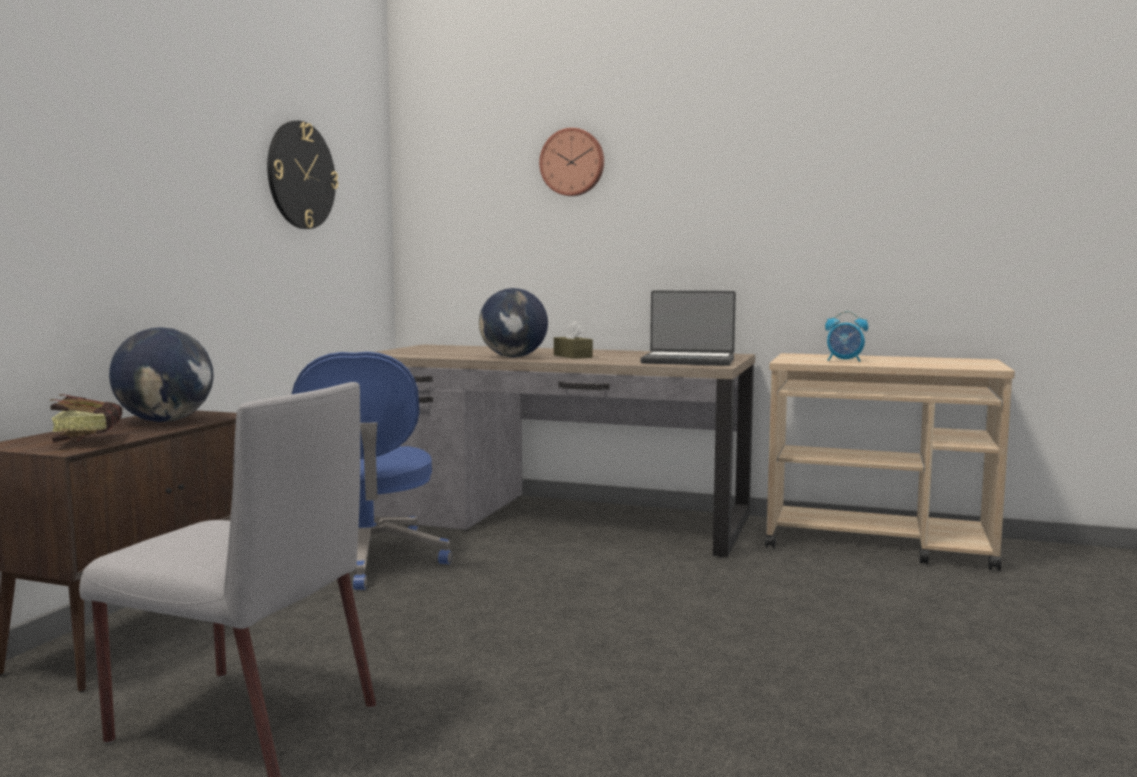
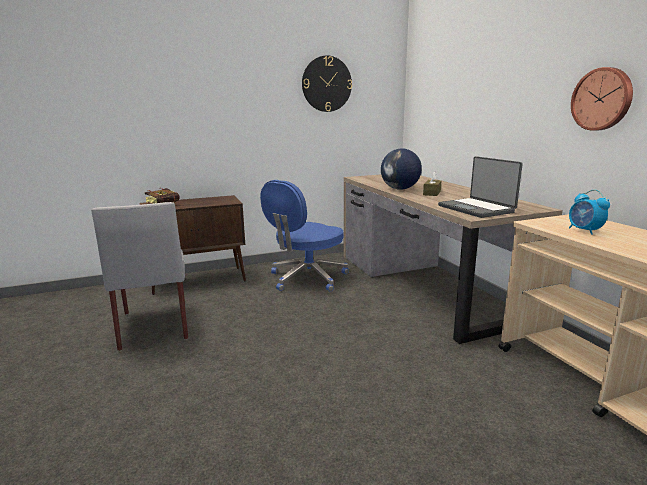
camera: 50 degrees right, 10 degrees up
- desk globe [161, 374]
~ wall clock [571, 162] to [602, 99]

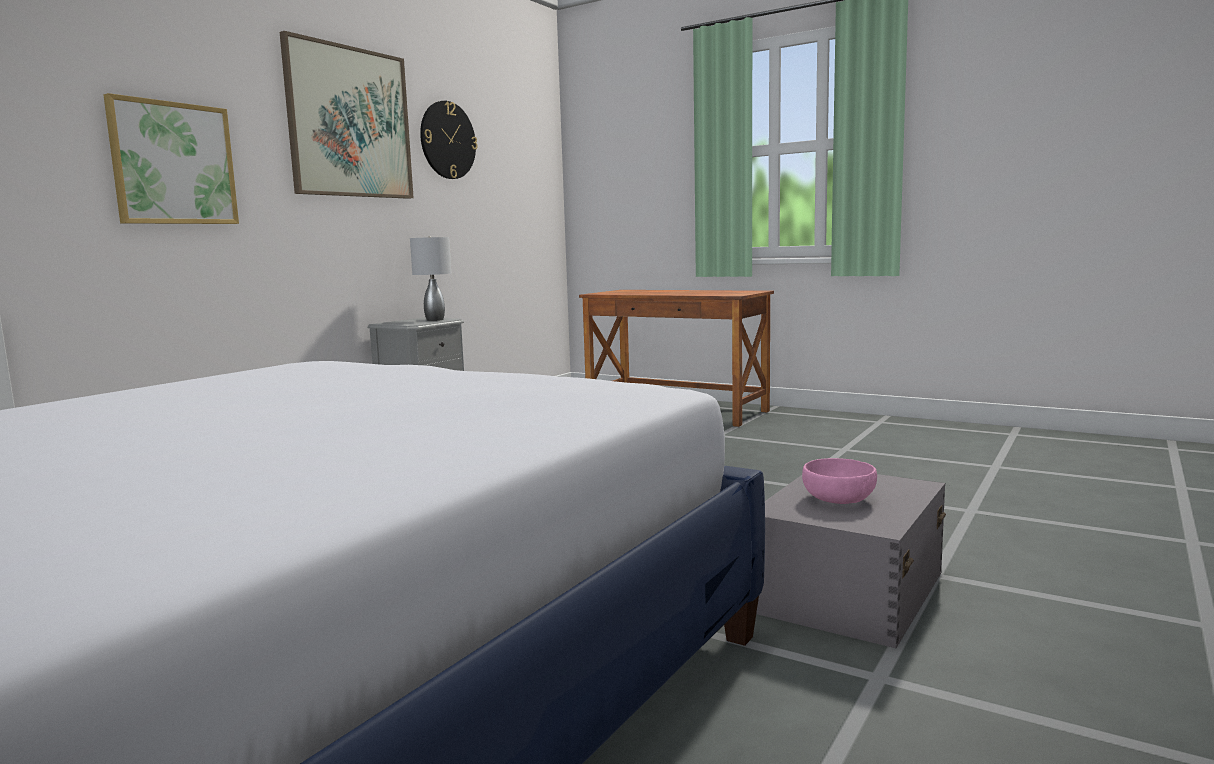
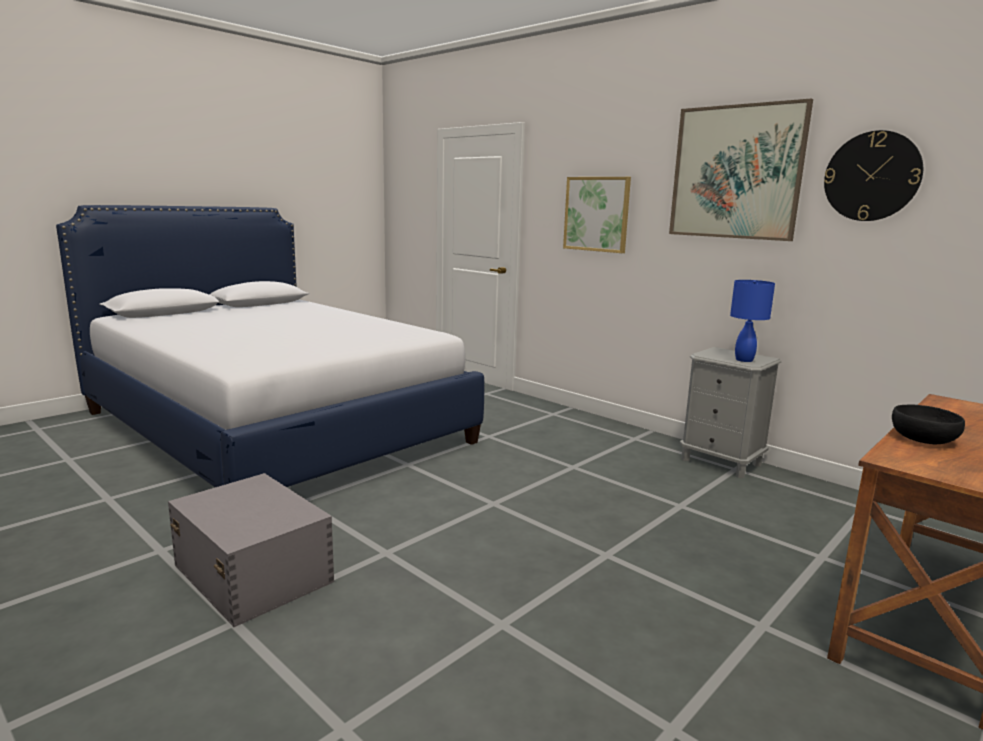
camera: 100 degrees right, 5 degrees up
~ greyish tabletop lamp [431, 278] to blue tabletop lamp [752, 321]
- pink serving bowl [839, 481]
+ blackish serving bowl [928, 424]

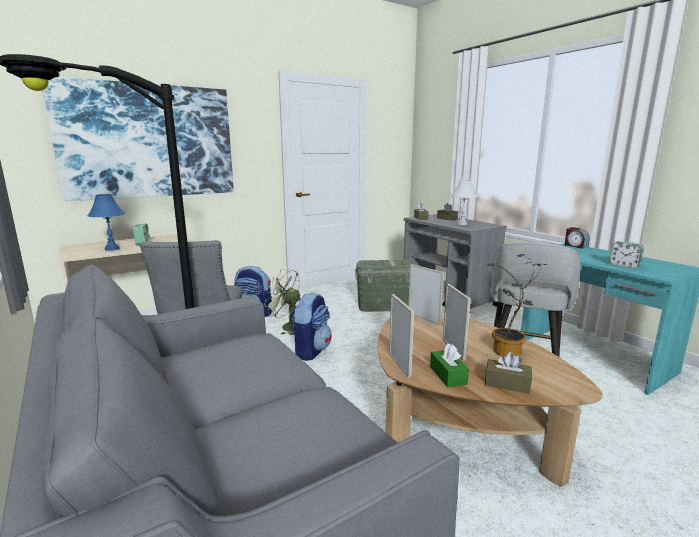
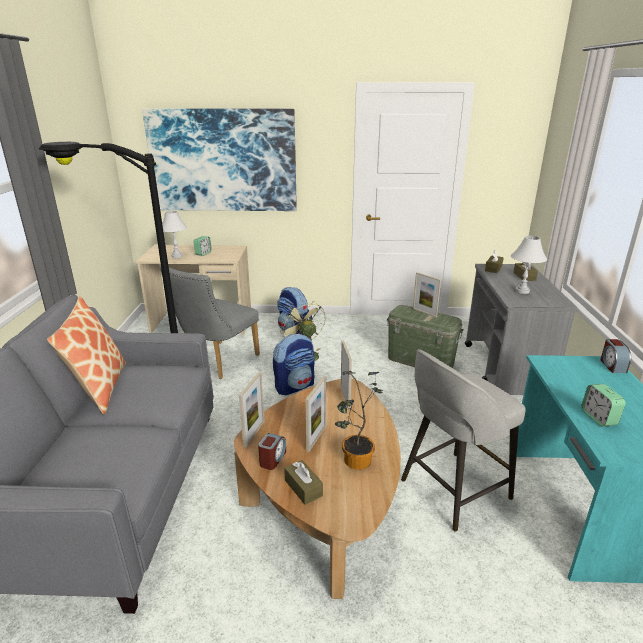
camera: 35 degrees right, 10 degrees up
~ blue tabletop lamp [107, 222] to white-coloured tabletop lamp [174, 234]
~ green-coloured tissue box [449, 365] to alarm clock [272, 451]
+ cushion [86, 355]
+ photo frame [427, 294]

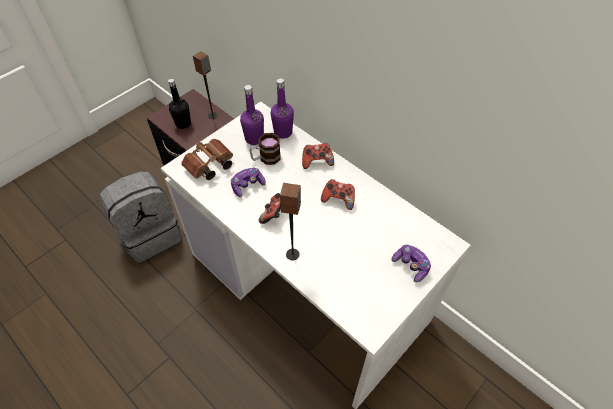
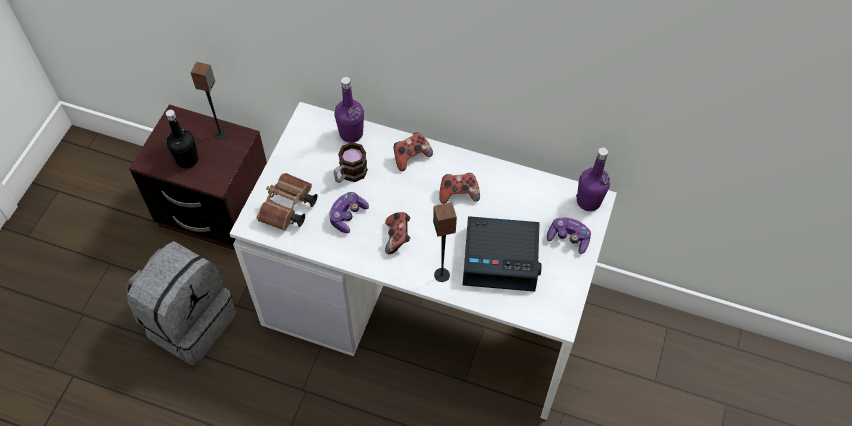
camera: 25 degrees left, 5 degrees up
~ purplish bottle [252, 115] to [593, 179]
+ alarm clock [502, 254]

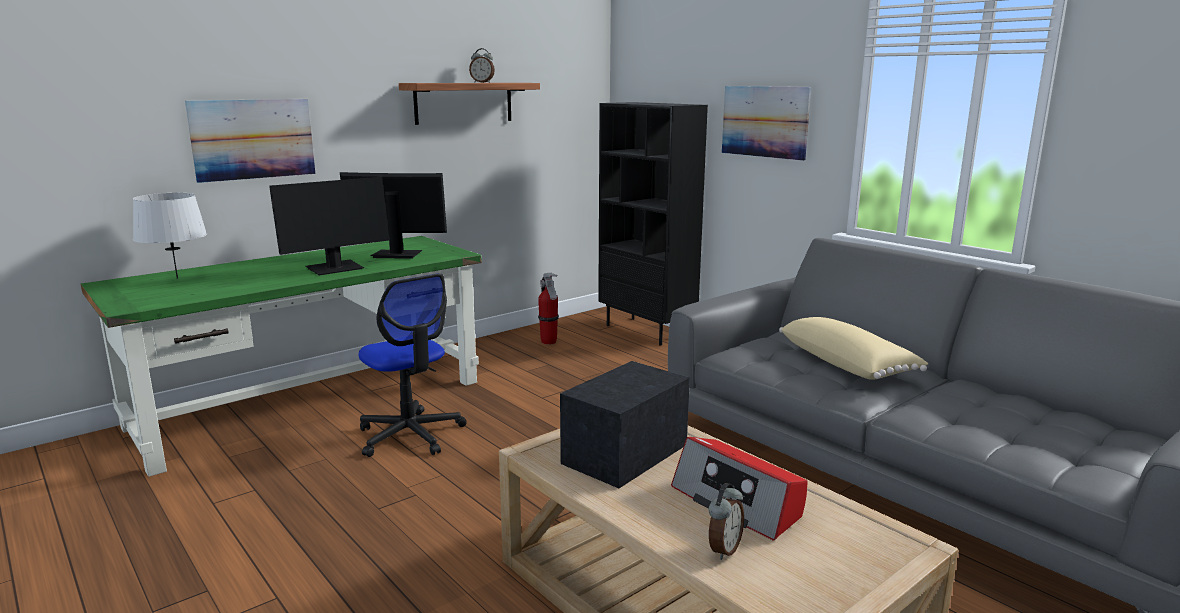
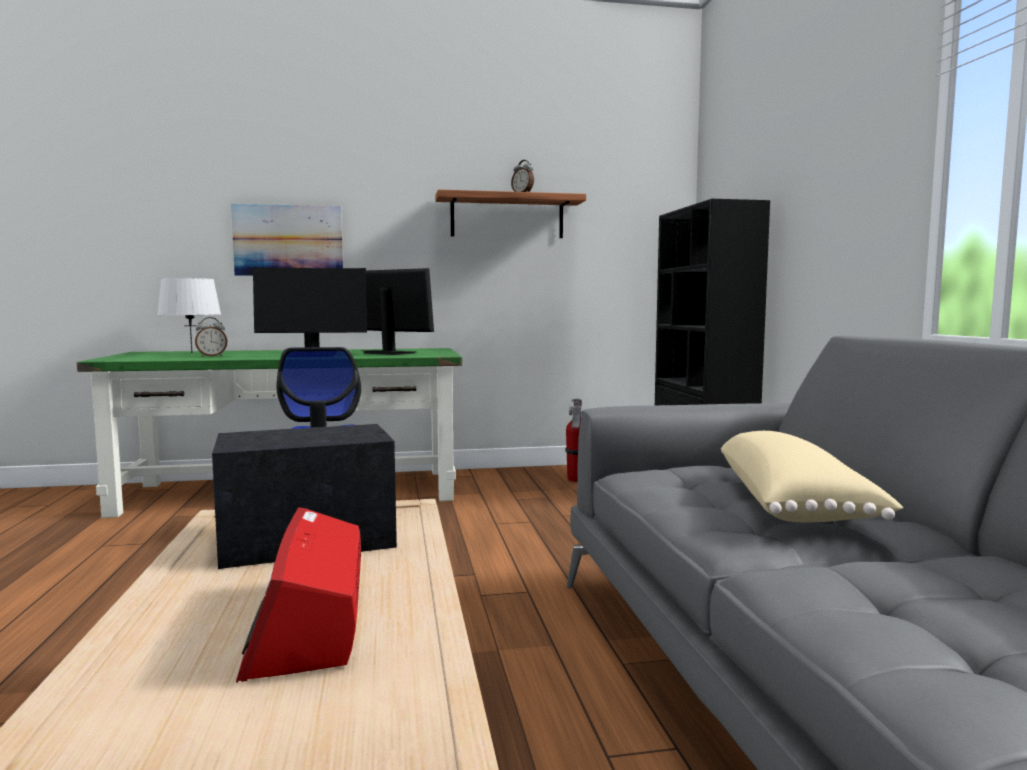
camera: 30 degrees right, 10 degrees down
~ alarm clock [726, 521] to [211, 337]
- wall picture [766, 123]

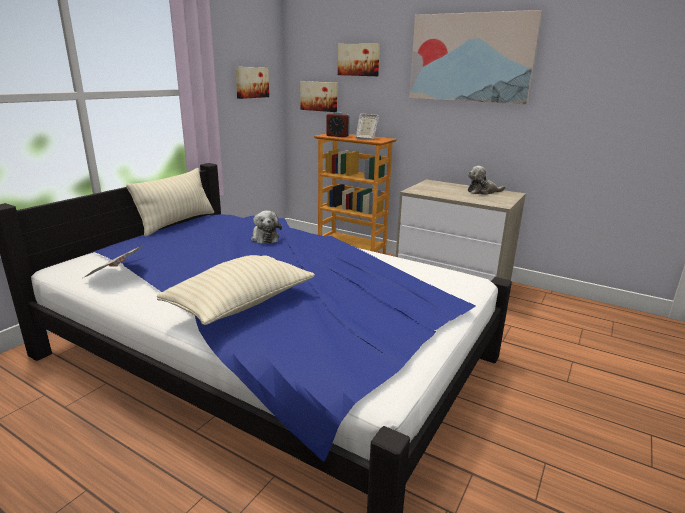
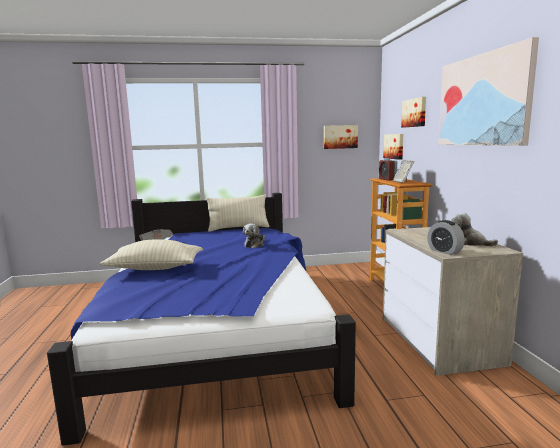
camera: 50 degrees right, 10 degrees down
+ alarm clock [446, 237]

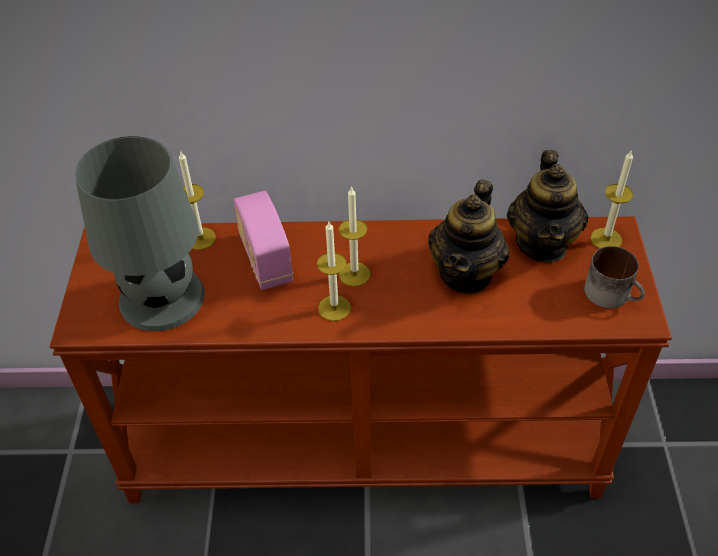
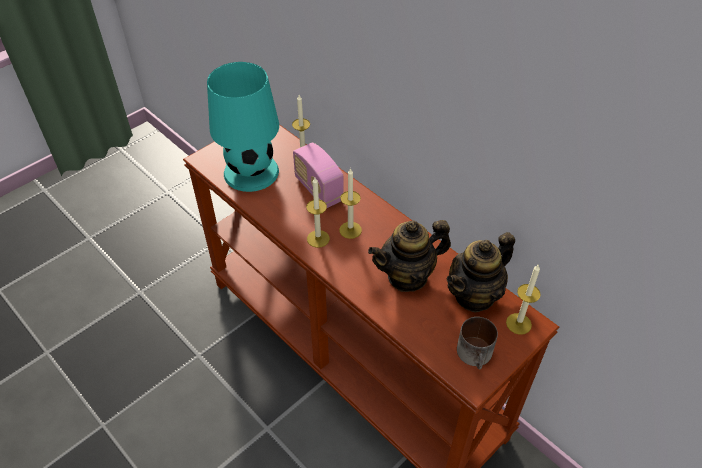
camera: 45 degrees right, 0 degrees up
~ greyish tabletop lamp [140, 233] to turquoise-coloured tabletop lamp [243, 127]
~ radio [263, 240] = [318, 175] 60 degrees counterclockwise

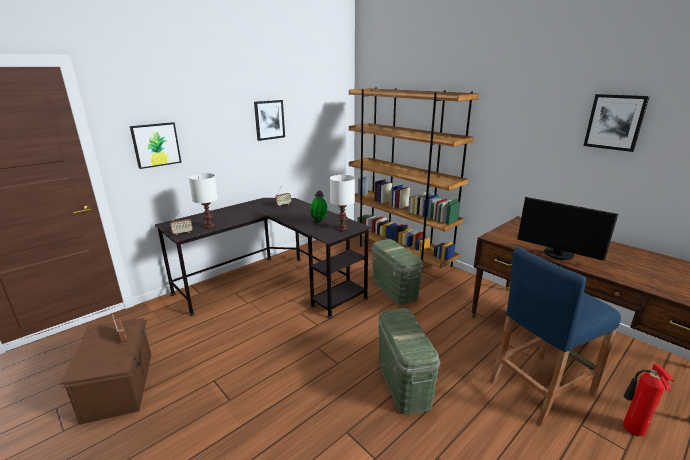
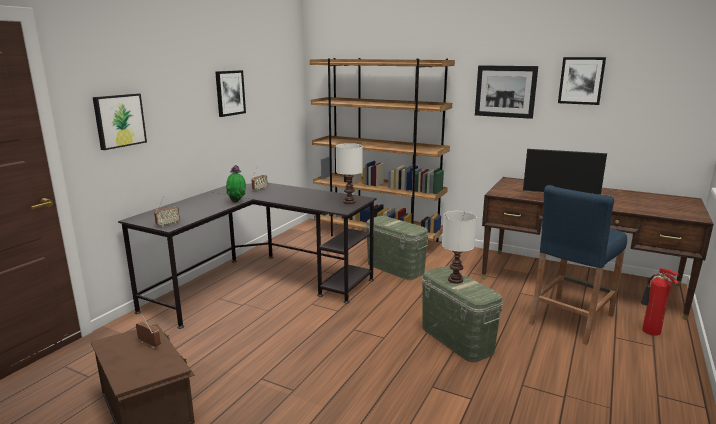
camera: 20 degrees left, 5 degrees down
~ white-coloured tabletop lamp [203, 200] to [459, 247]
~ houseplant [318, 206] to [236, 184]
+ wall picture [506, 92]

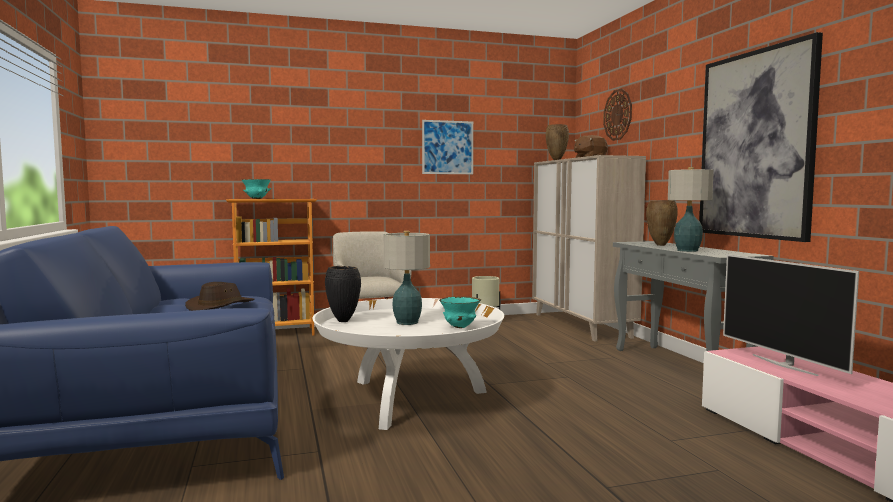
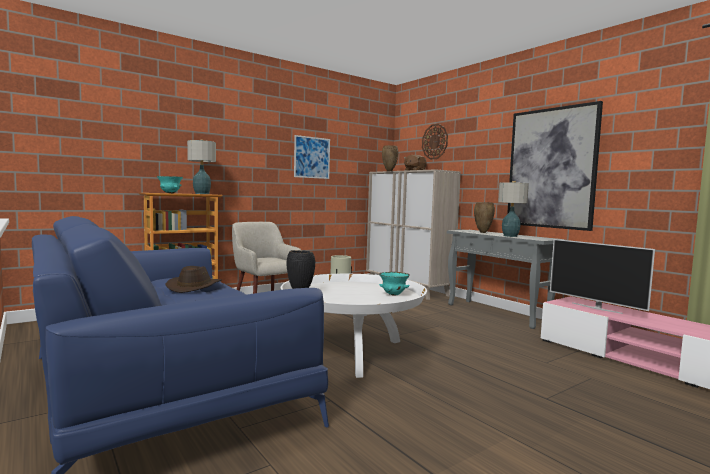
camera: 20 degrees left, 0 degrees up
~ tabletop lamp [407, 278] to [201, 167]

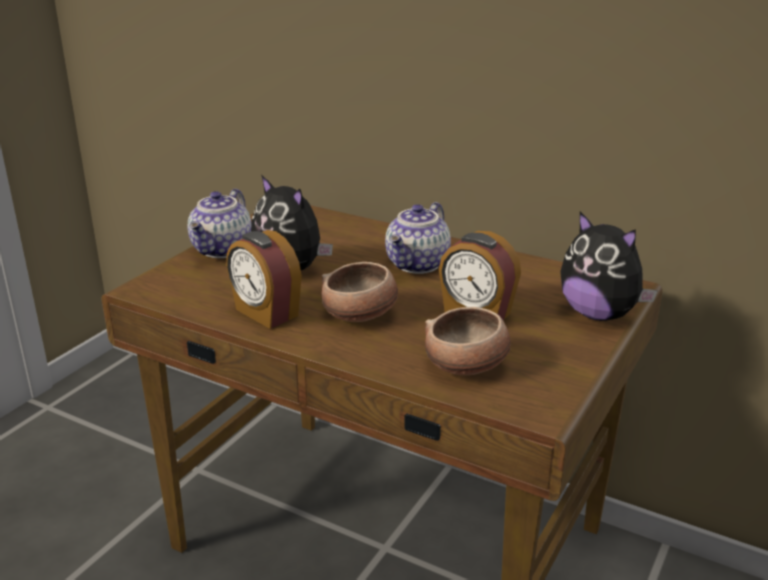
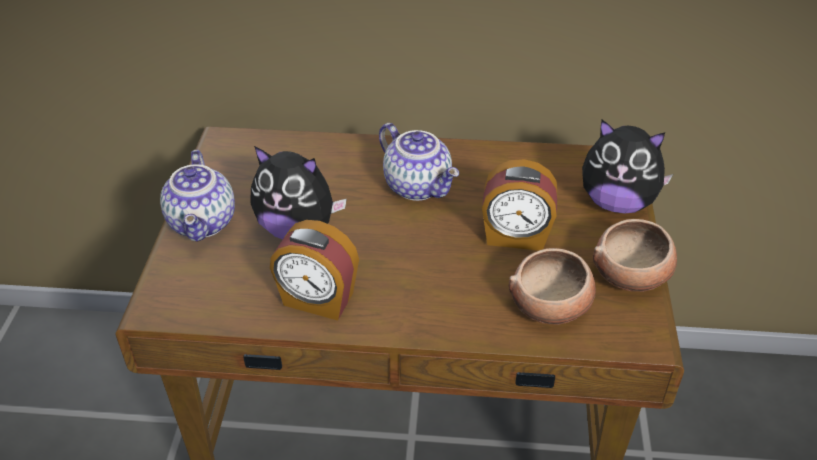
camera: 25 degrees left, 15 degrees up
~ serving bowl [360, 292] to [635, 255]
~ pot for tea [418, 238] = [419, 162] 45 degrees counterclockwise

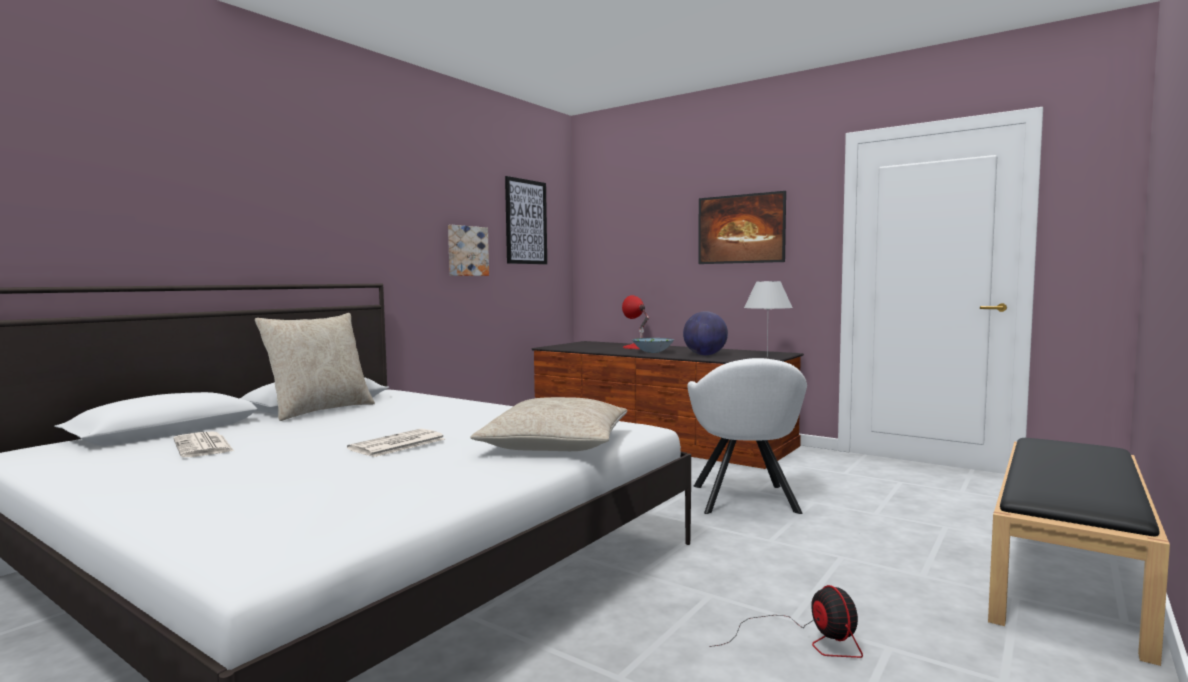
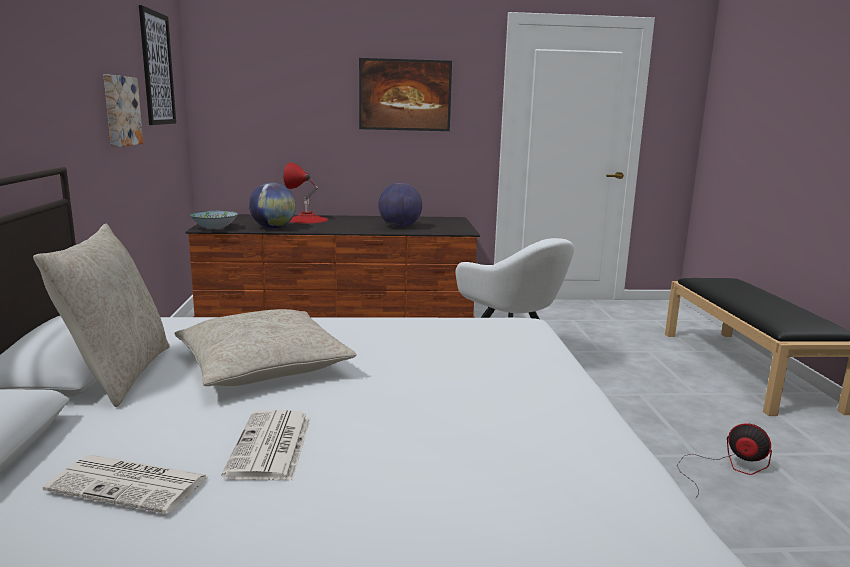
camera: 40 degrees left, 10 degrees up
~ newspaper [396, 443] to [266, 445]
~ beige cushion [549, 424] to [266, 347]
~ serving bowl [653, 345] to [214, 220]
- white-coloured tabletop lamp [768, 319]
+ desk globe [272, 205]

